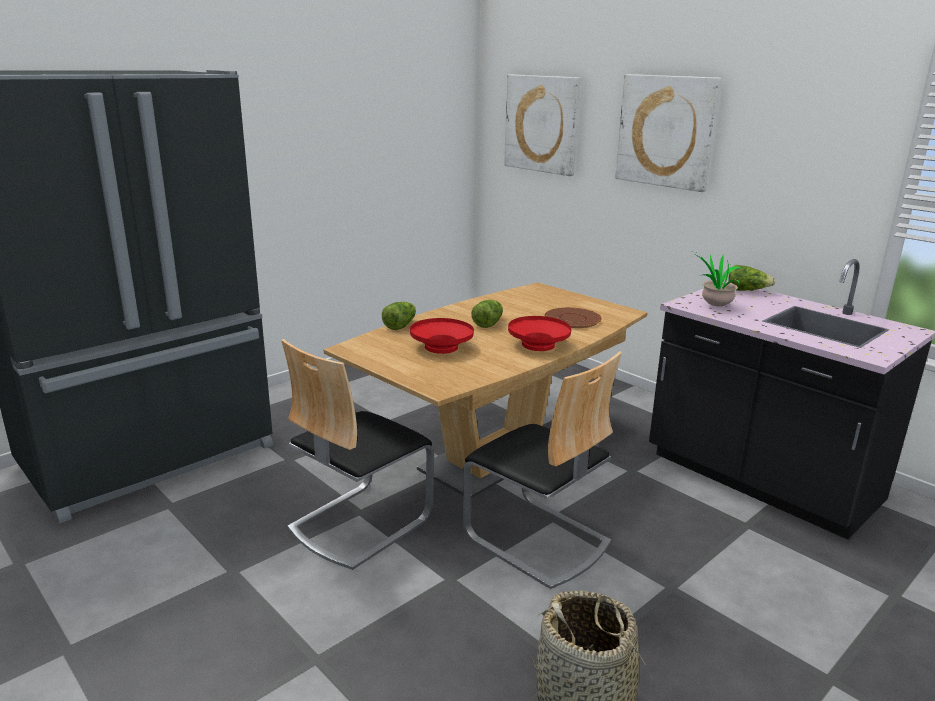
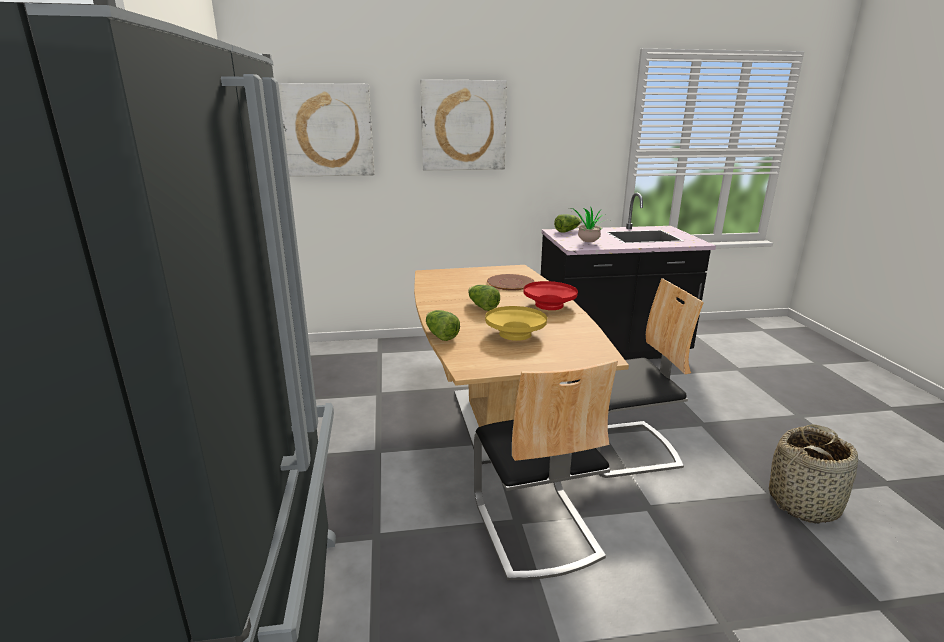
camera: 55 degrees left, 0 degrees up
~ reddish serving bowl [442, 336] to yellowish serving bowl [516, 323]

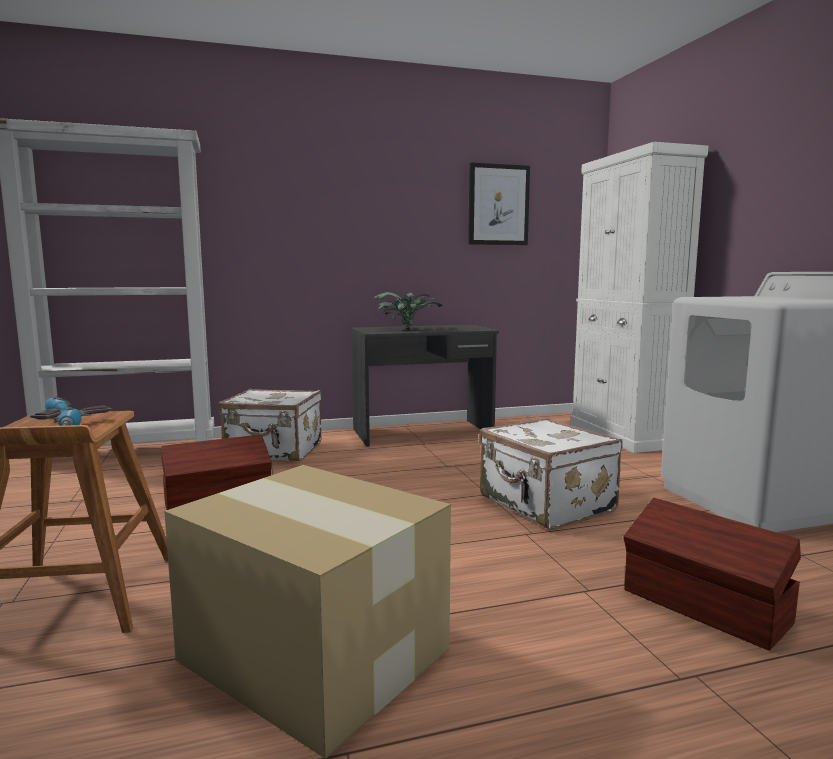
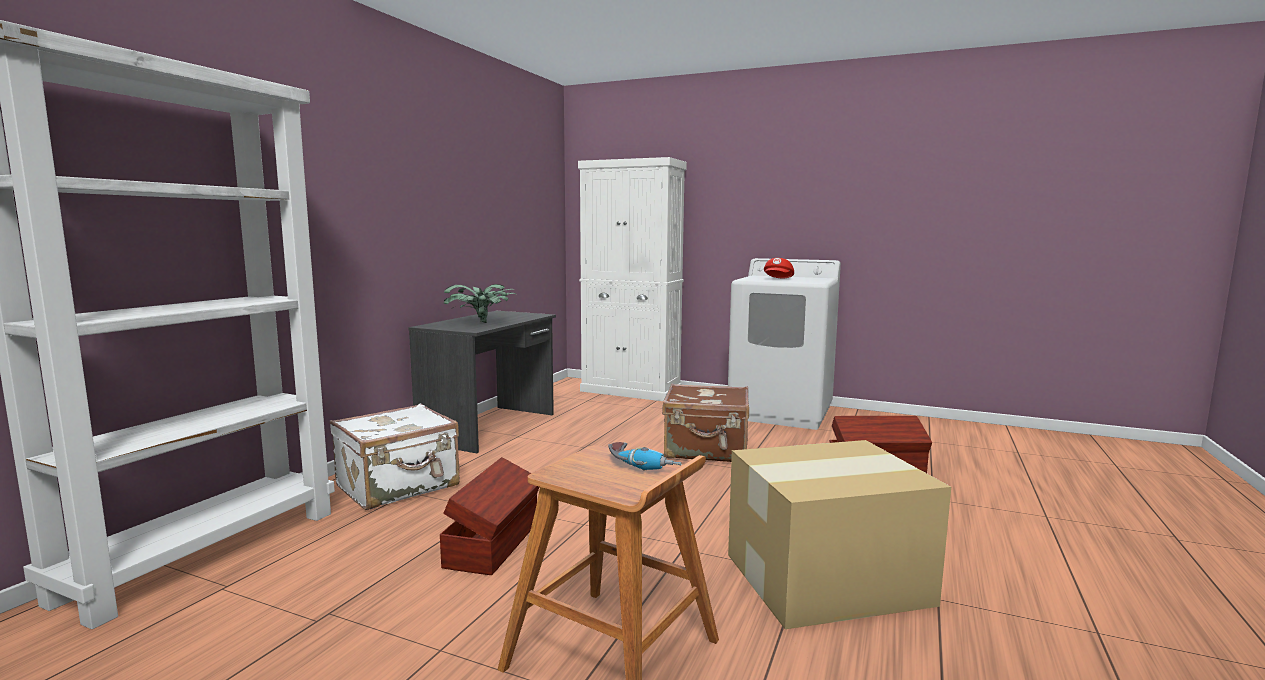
camera: 50 degrees left, 0 degrees up
- electric drill [51, 408]
- wall picture [499, 204]
~ white-coloured suitcase [551, 474] to brown-coloured suitcase [705, 423]
+ reddish baseball cap [779, 268]

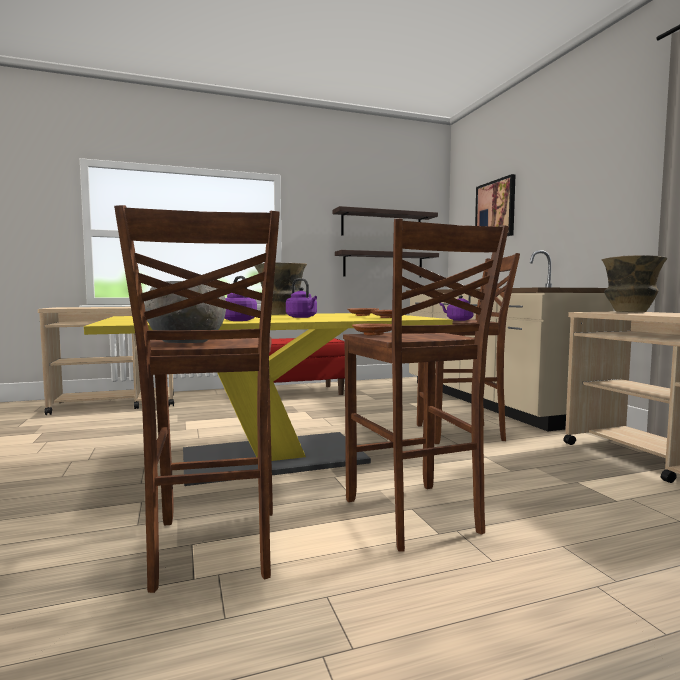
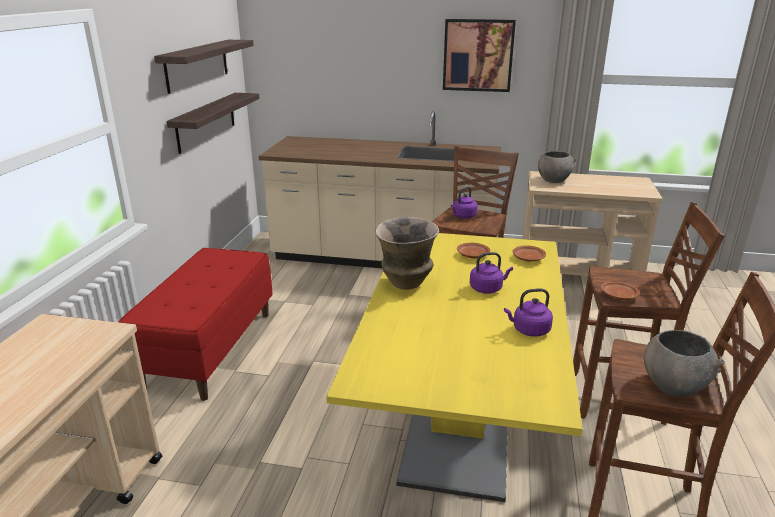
camera: 60 degrees left, 20 degrees up
~ wall picture [495, 205] to [479, 55]
~ decorative vase [635, 283] to greyish serving bowl [557, 167]

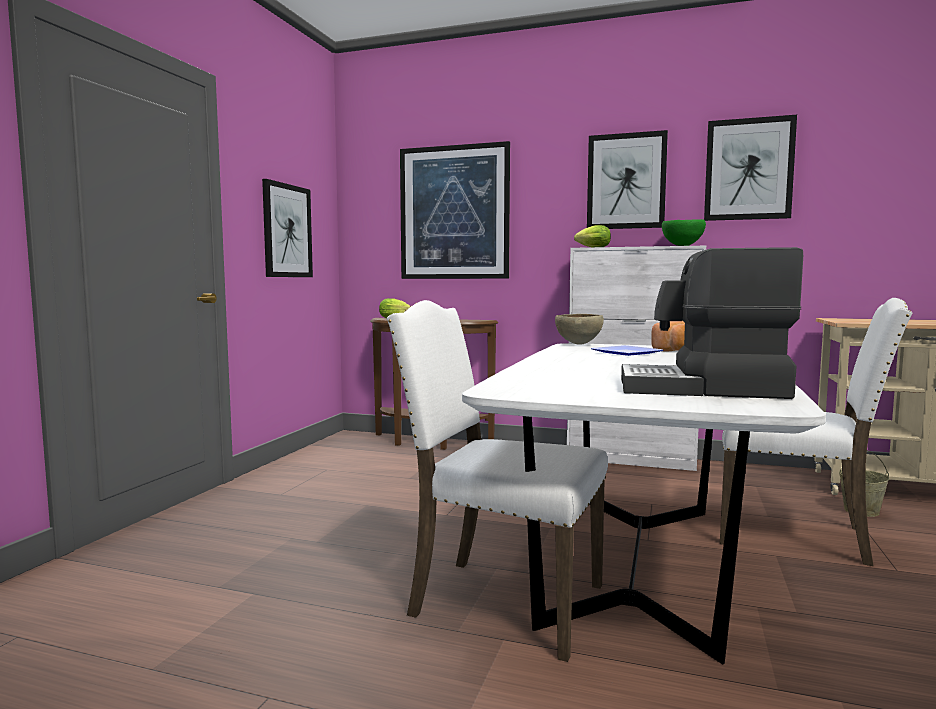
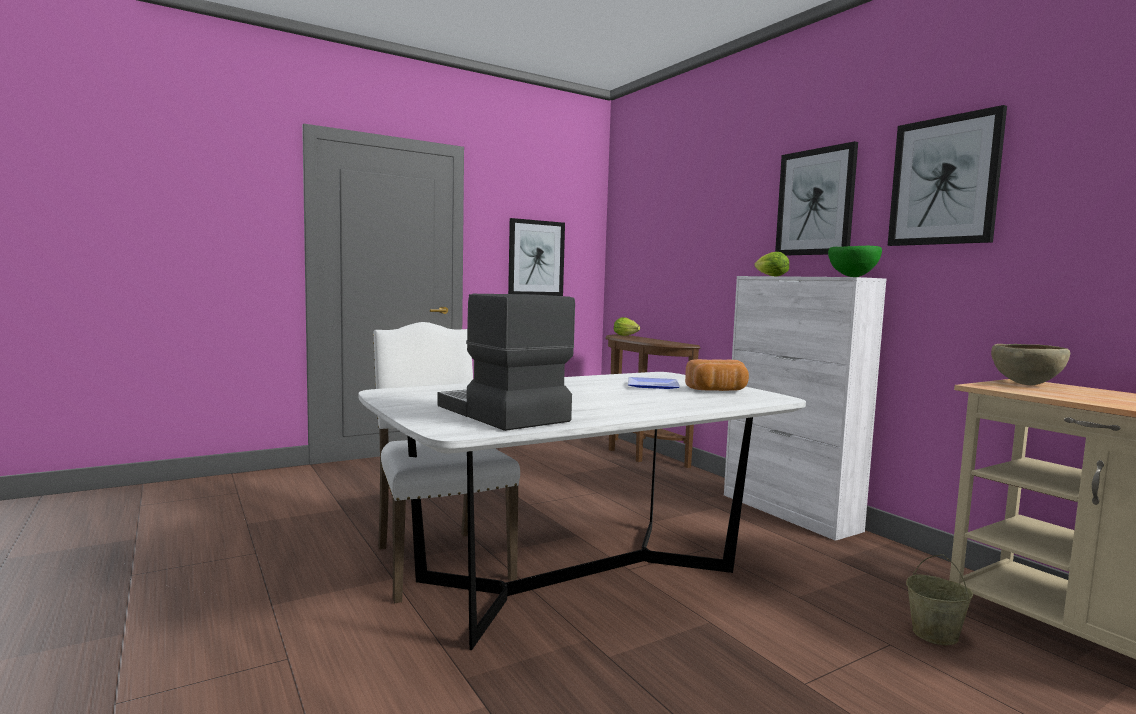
camera: 40 degrees right, 0 degrees up
- wall picture [455, 210]
~ brown-coloured serving bowl [579, 329] to [1030, 364]
- white-coloured plain chair [816, 432]

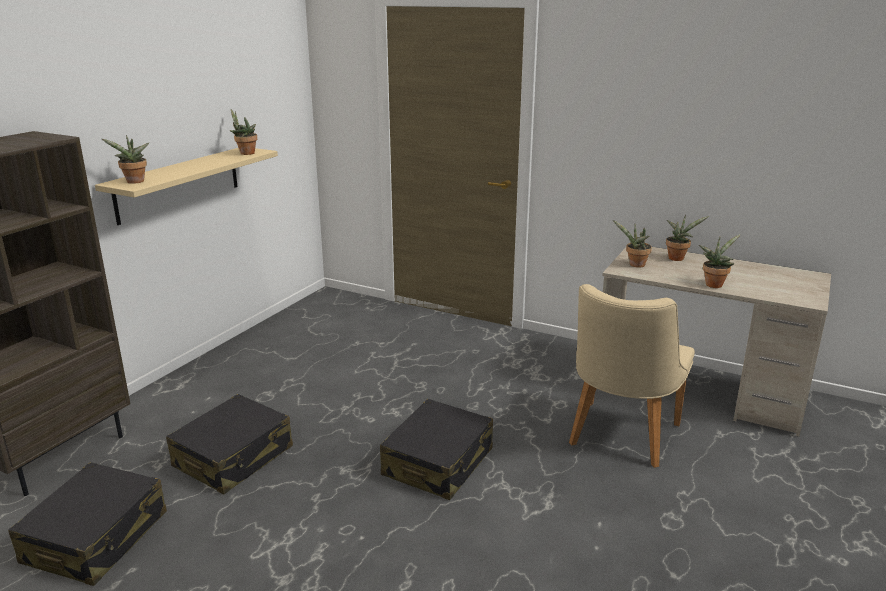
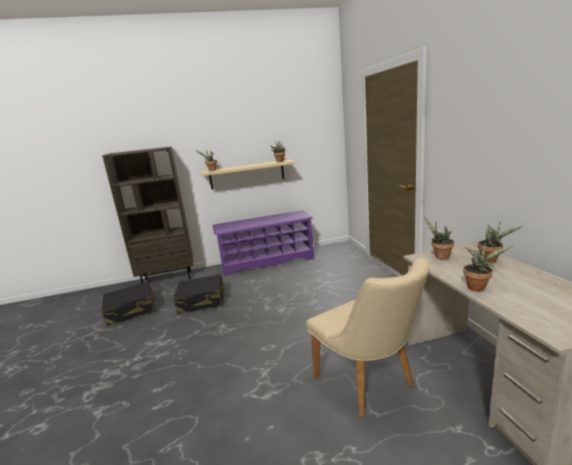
camera: 50 degrees right, 5 degrees down
- blackish suitcase [436, 449]
~ beige plain chair [632, 376] = [368, 338] 105 degrees counterclockwise
+ purplish shoe stand [263, 243]

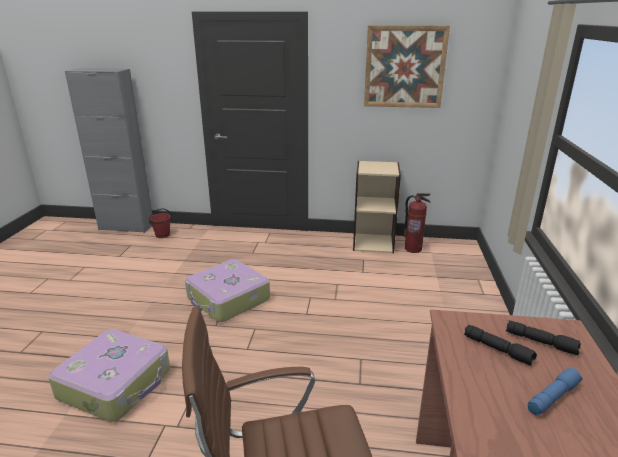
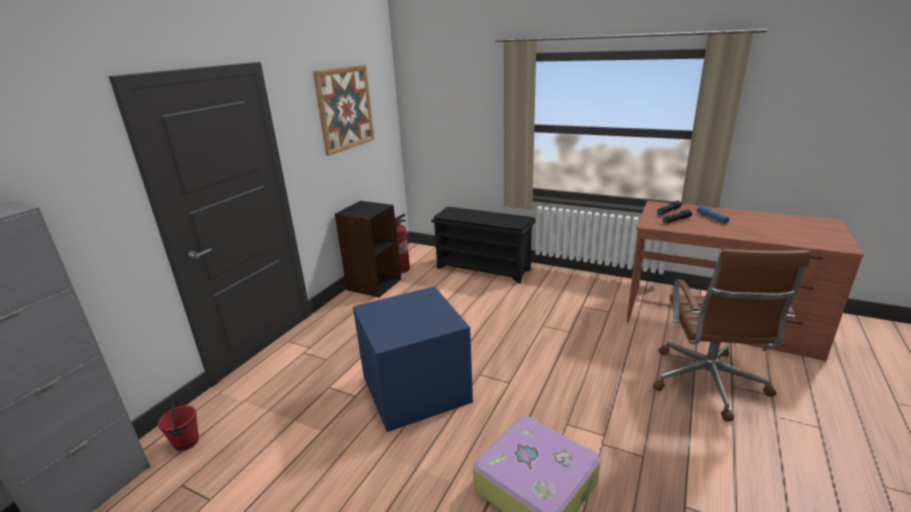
camera: 70 degrees left, 0 degrees up
~ suitcase [227, 290] to blue storage box [413, 359]
~ beige bookshelf [377, 207] to blackish bookshelf [368, 249]
+ blackish shoe stand [483, 245]

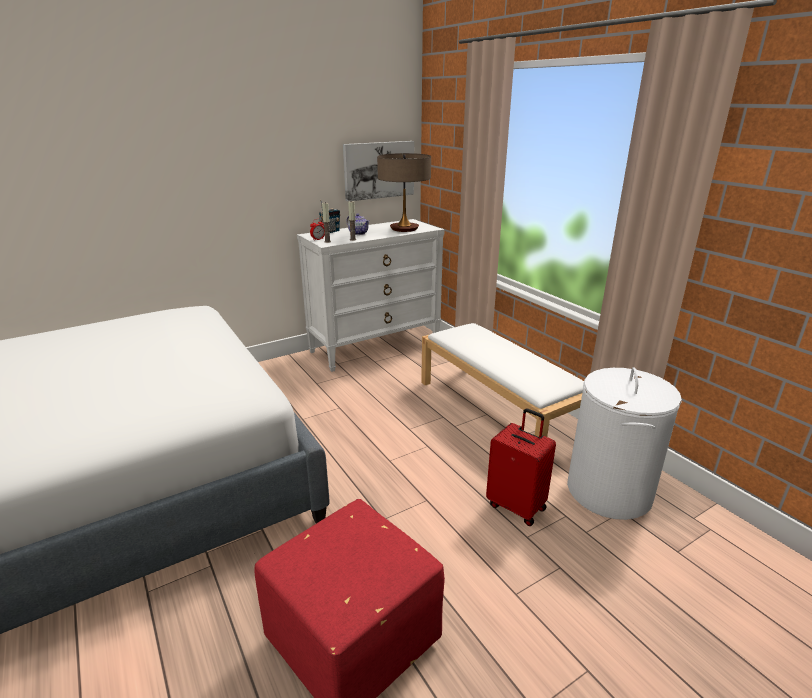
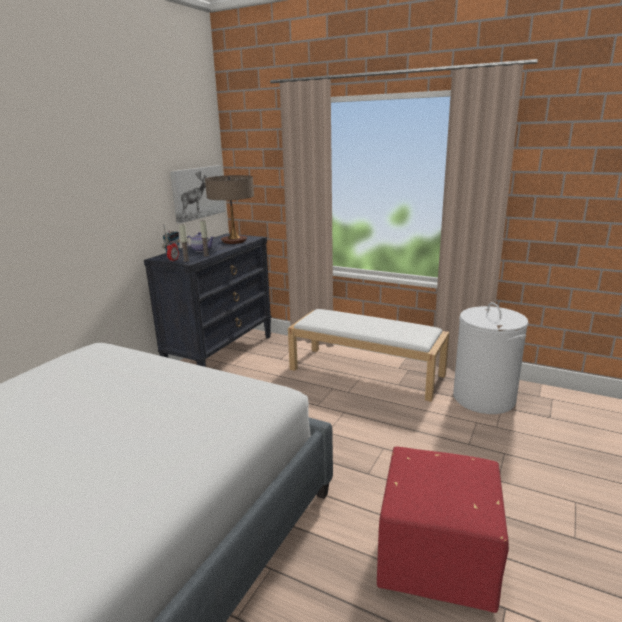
camera: 30 degrees left, 5 degrees down
~ white-coloured drawer chest [371, 295] to blackish drawer chest [207, 300]
- reddish suitcase [521, 467]

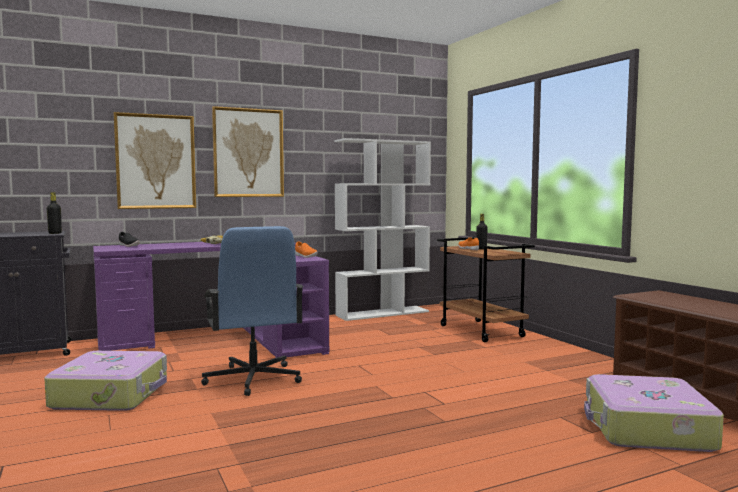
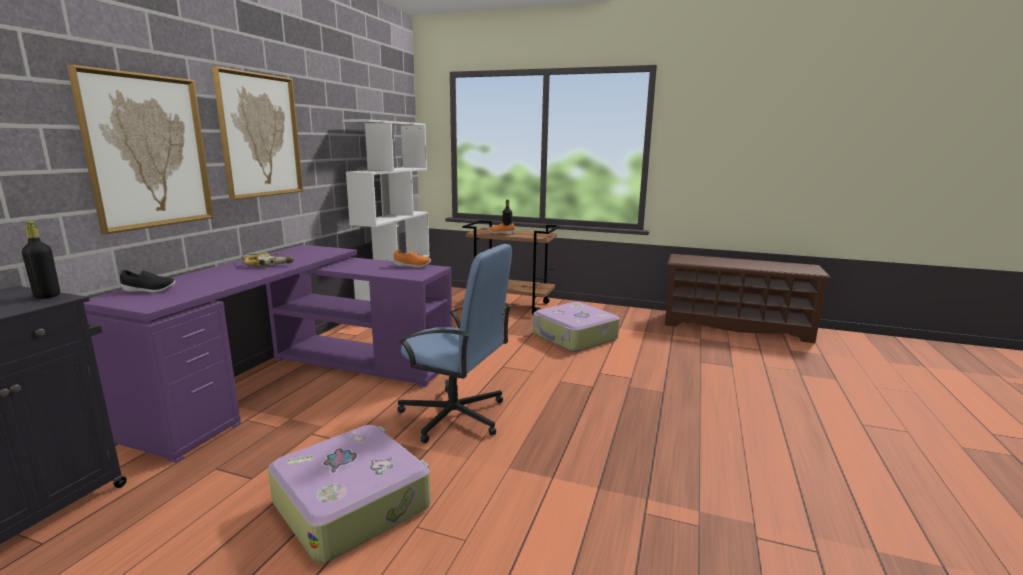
camera: 45 degrees left, 10 degrees up
~ suitcase [654, 413] to [576, 327]

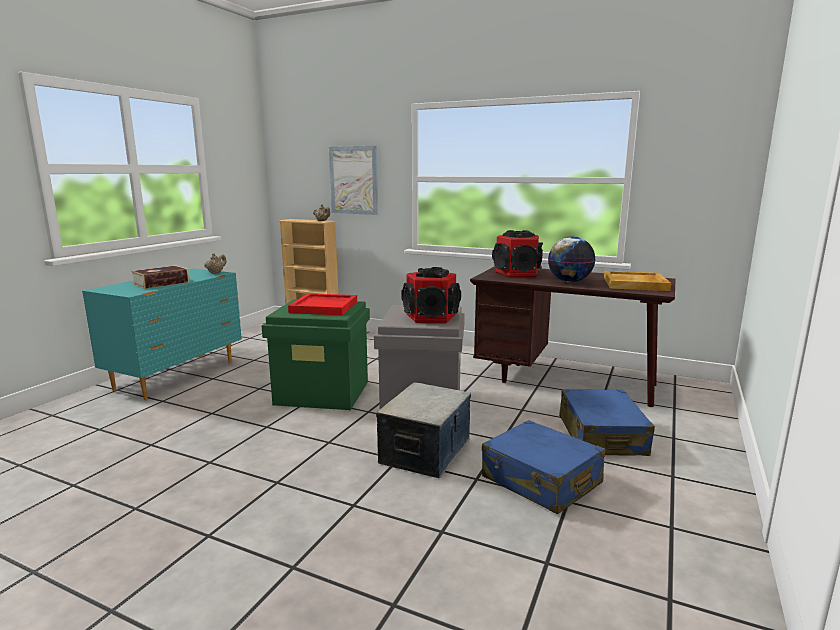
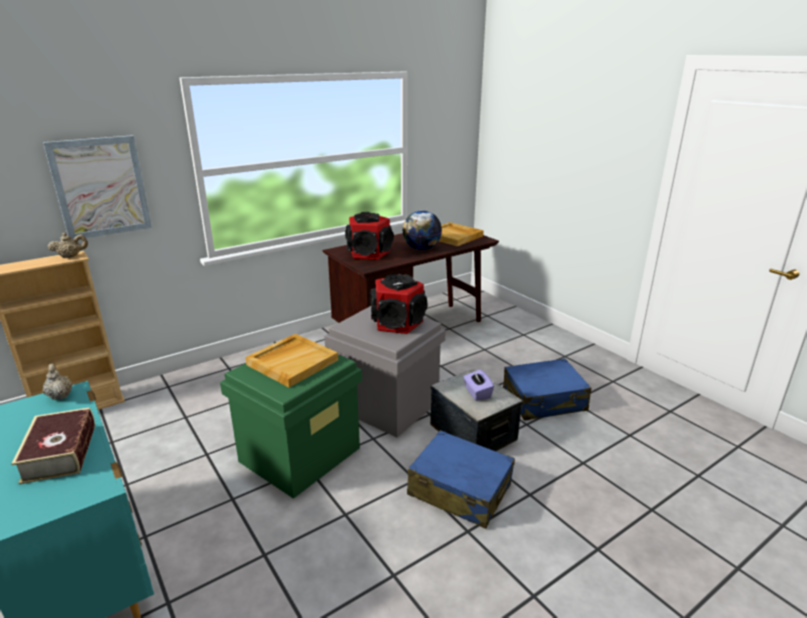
camera: 60 degrees left, 10 degrees up
~ reddish carrying tray [322, 304] to beige carrying tray [291, 361]
~ blue suitcase [607, 422] to [461, 479]
+ purplish tissue box [478, 385]

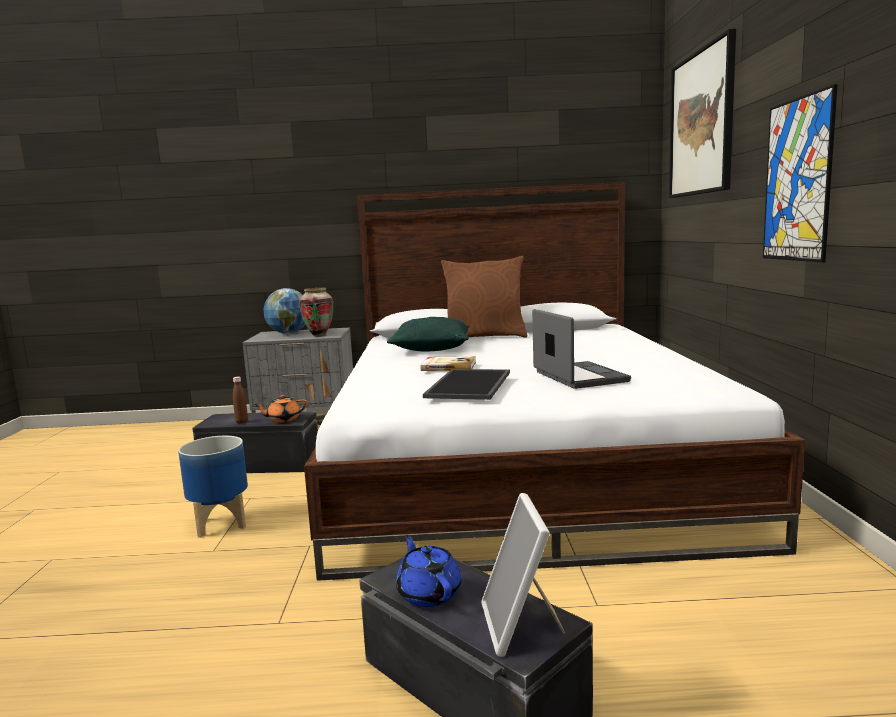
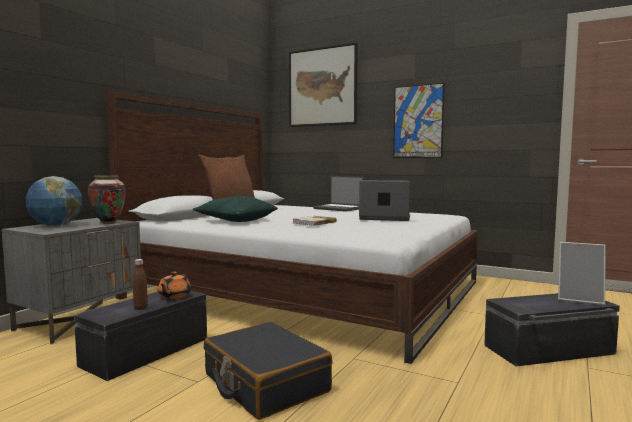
camera: 60 degrees left, 5 degrees down
~ planter [213, 487] to blackish suitcase [268, 370]
- blue pot for tea [428, 571]
- carrying tray [466, 384]
+ laptop [338, 194]

